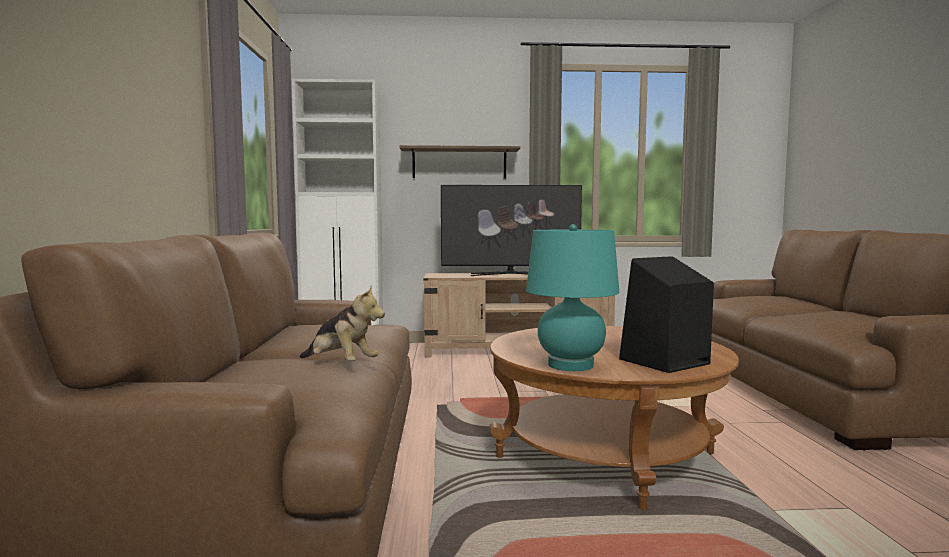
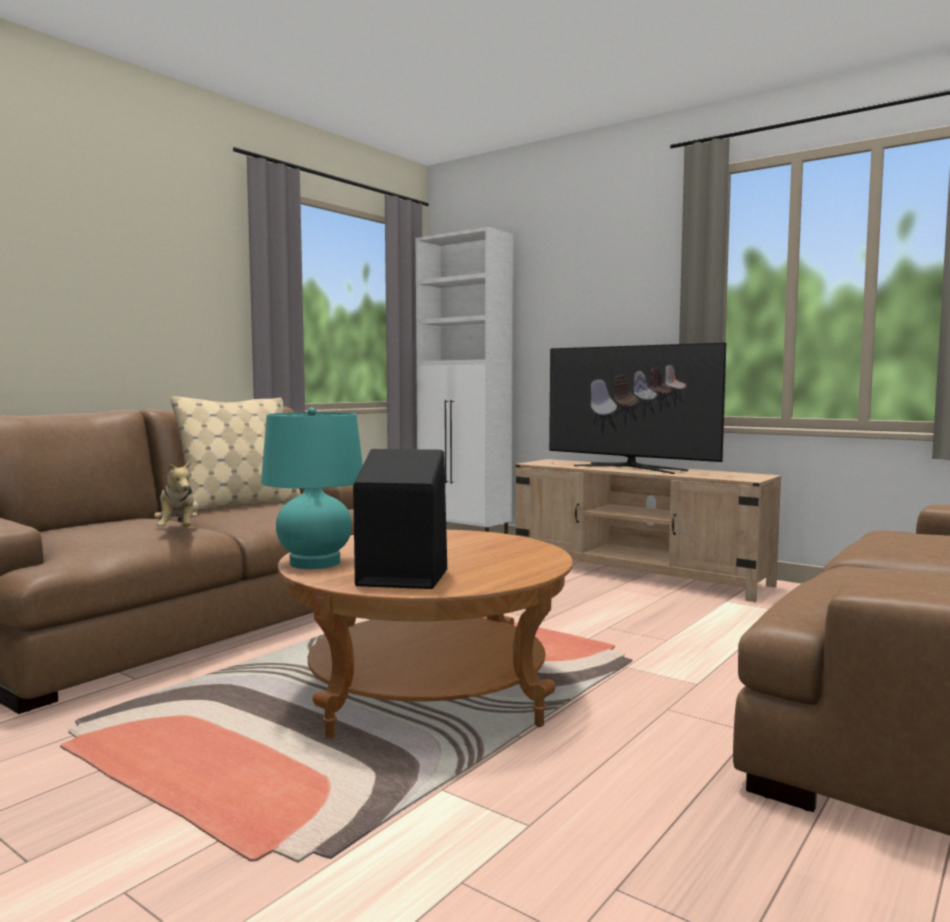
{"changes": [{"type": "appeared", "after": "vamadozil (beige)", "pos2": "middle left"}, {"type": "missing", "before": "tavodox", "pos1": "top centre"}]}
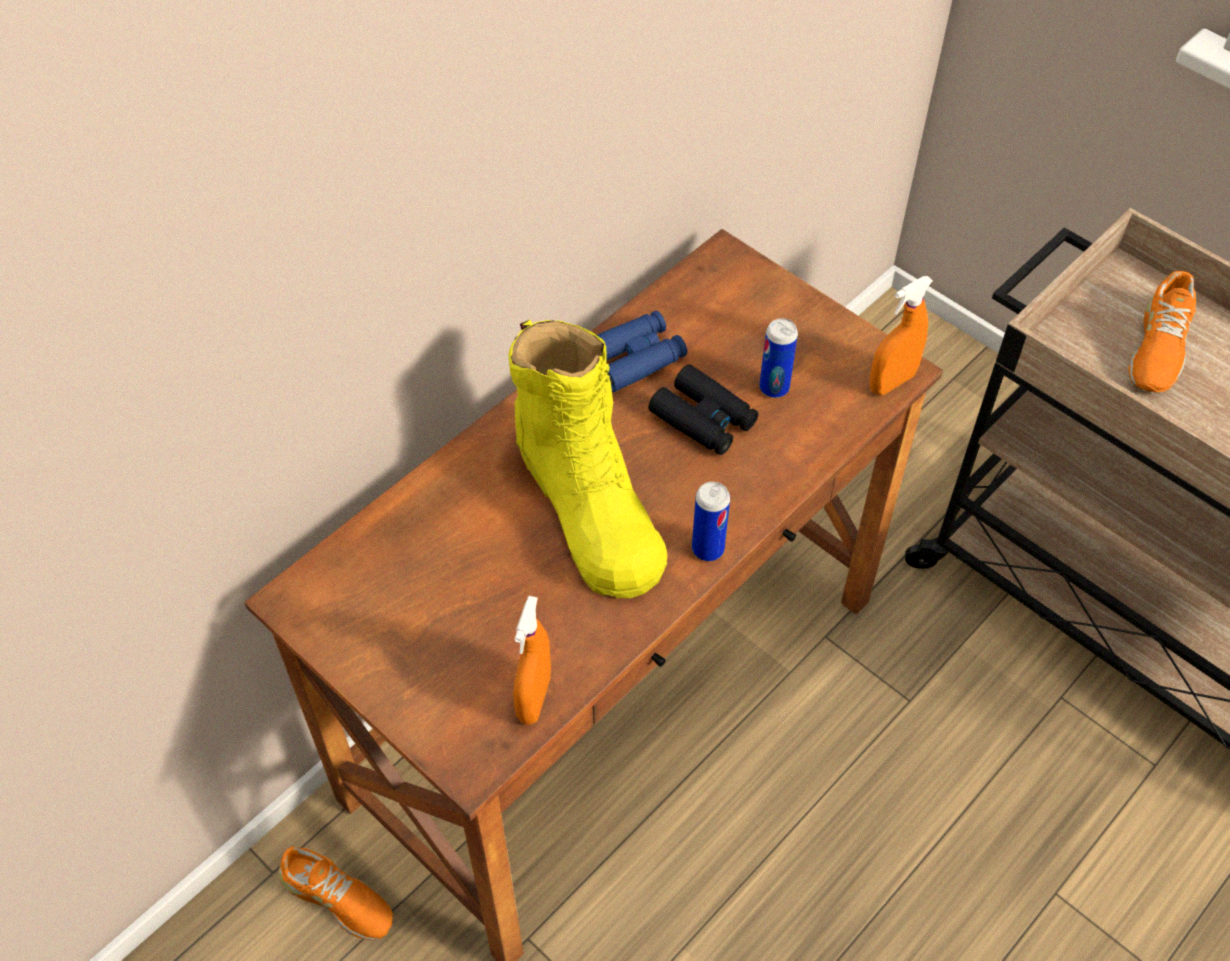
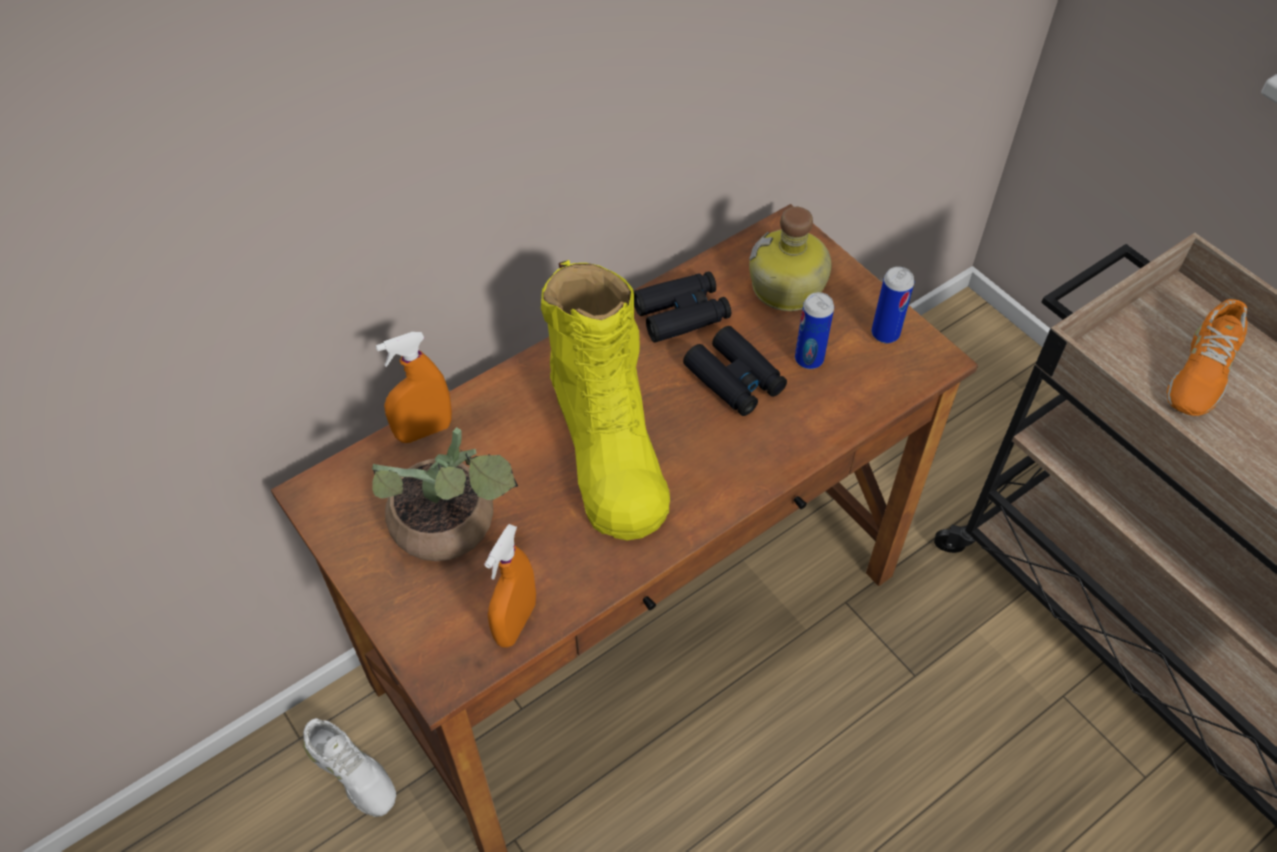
{"changes": [{"type": "colour", "before": "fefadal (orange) (no. 1 from left)", "after": "fefadal (white)", "pos1": "bottom left", "pos2": "bottom left"}, {"type": "appeared", "after": "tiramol", "pos2": "centre"}, {"type": "relocated", "before": "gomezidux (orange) (no. 2 from left in the first image)", "after": "gomezidux (orange) (no. 1 from left)", "pos1": "middle right", "pos2": "middle left"}, {"type": "colour", "before": "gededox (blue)", "after": "gededox (black) (no. 1 from left)", "pos1": "centre", "pos2": "centre"}, {"type": "appeared", "after": "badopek", "pos2": "top centre"}, {"type": "relocated", "before": "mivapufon (no. 1 from left in the first image)", "after": "mivapufon (no. 2 from left)", "pos1": "centre", "pos2": "middle right"}]}
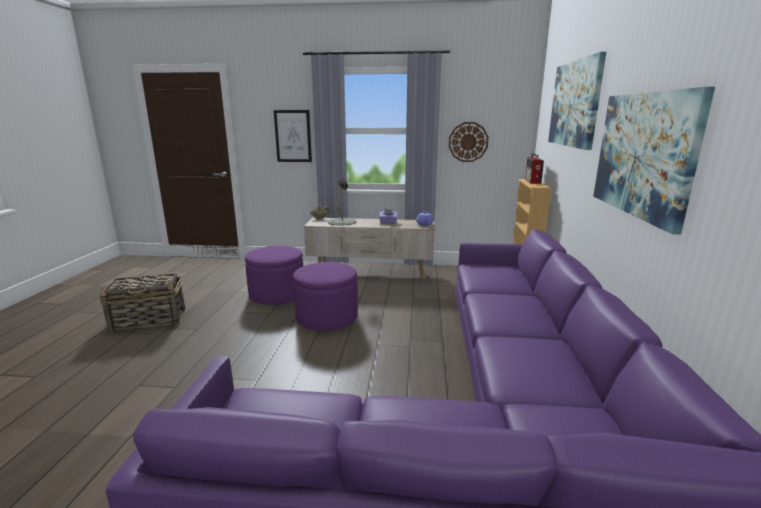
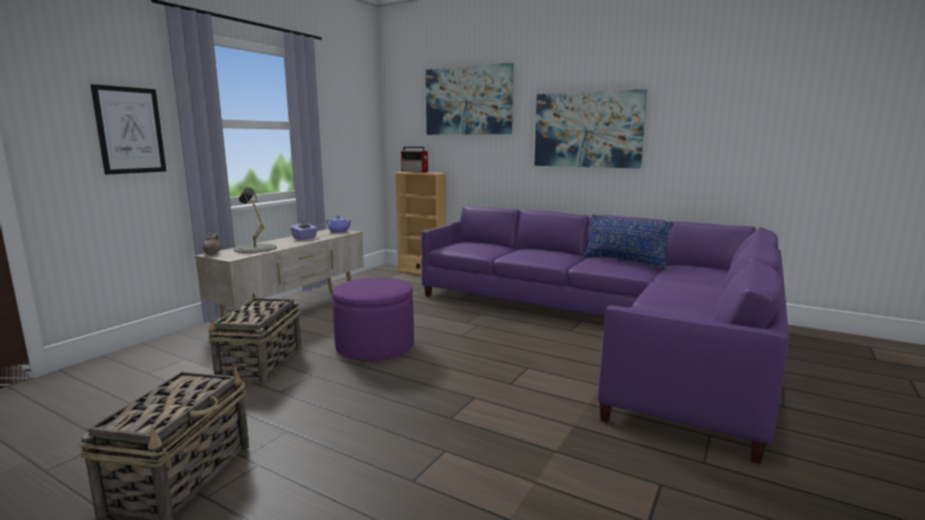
{"changes": [{"type": "exchanged", "before": "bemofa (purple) (no. 1 from left)", "after": "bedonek (no. 2 from left)", "pos1": "centre", "pos2": "middle left"}, {"type": "appeared", "after": "vamadozil (blue)", "pos2": "middle right"}, {"type": "missing", "before": "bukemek", "pos1": "top centre"}]}
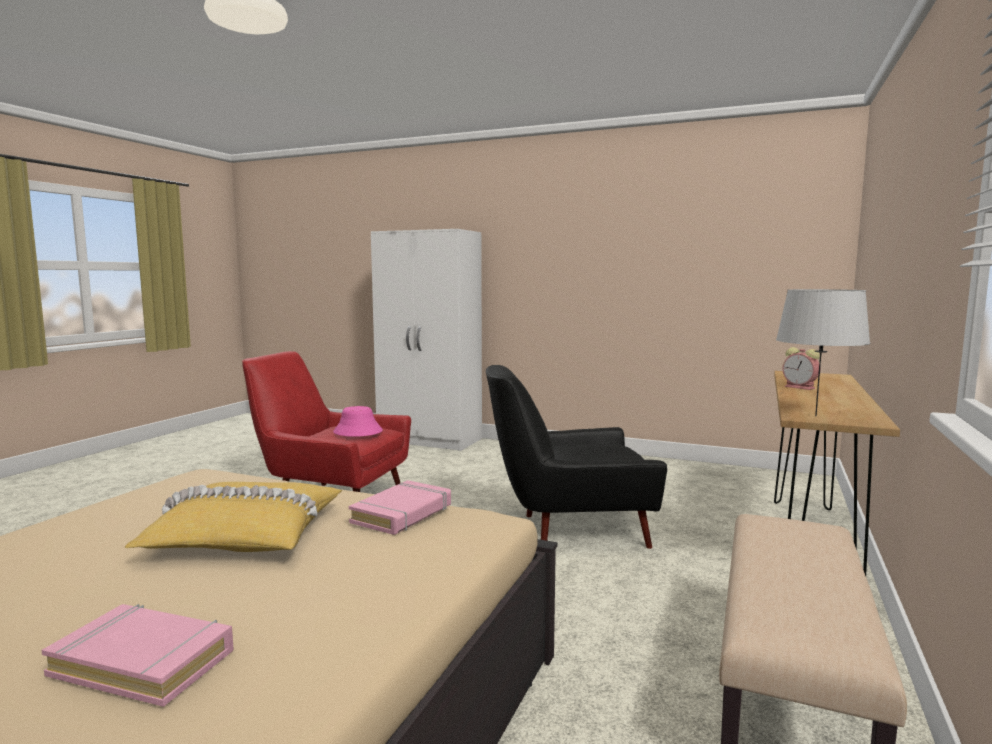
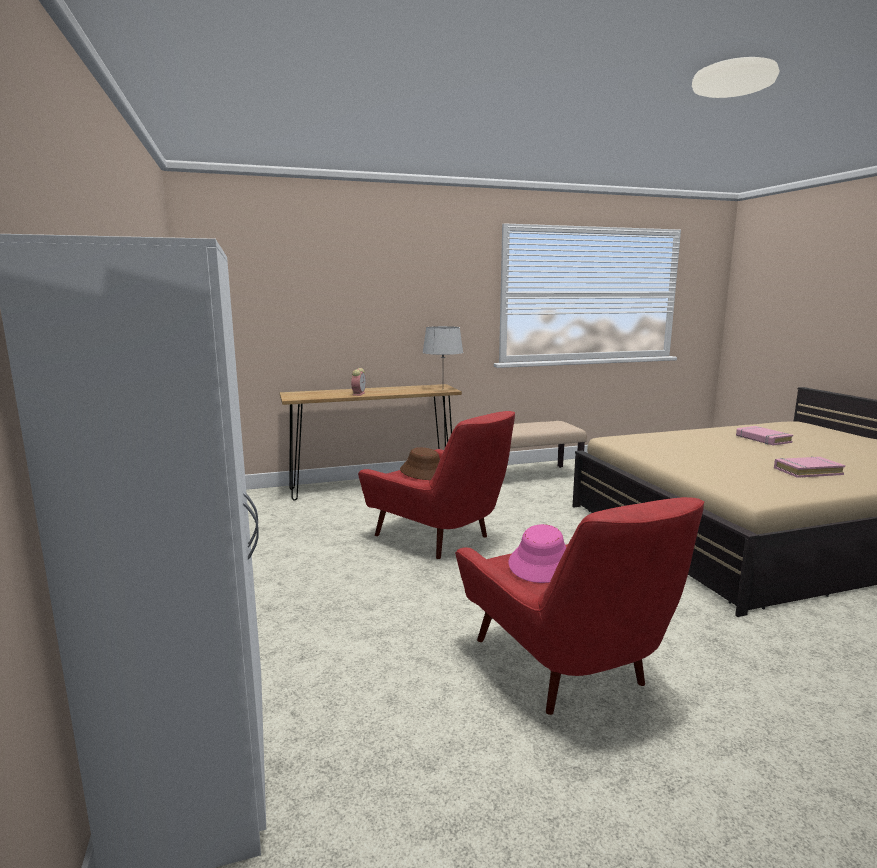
{"changes": [{"type": "colour", "before": "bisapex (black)", "after": "bisapex (red) (no. 1 from left)", "pos1": "centre", "pos2": "centre"}, {"type": "appeared", "after": "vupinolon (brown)", "pos2": "centre"}, {"type": "relocated", "before": "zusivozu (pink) (no. 2 from left)", "pos1": "bottom centre", "pos2": "middle right"}, {"type": "missing", "before": "vamadozil (yellow)", "pos1": "bottom left"}]}
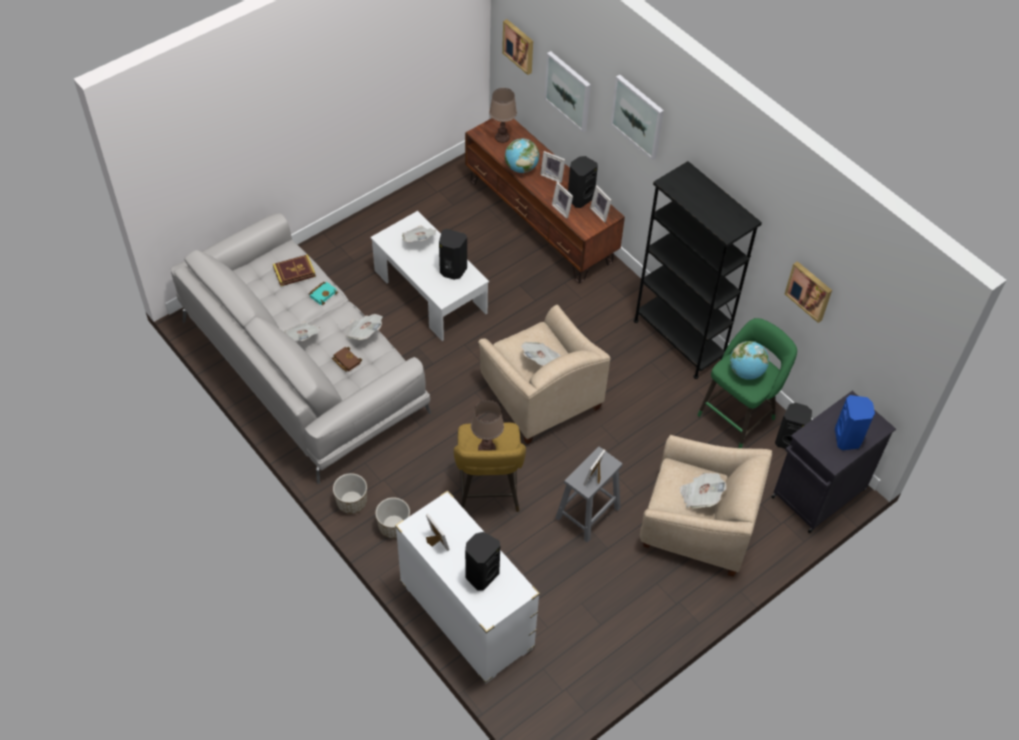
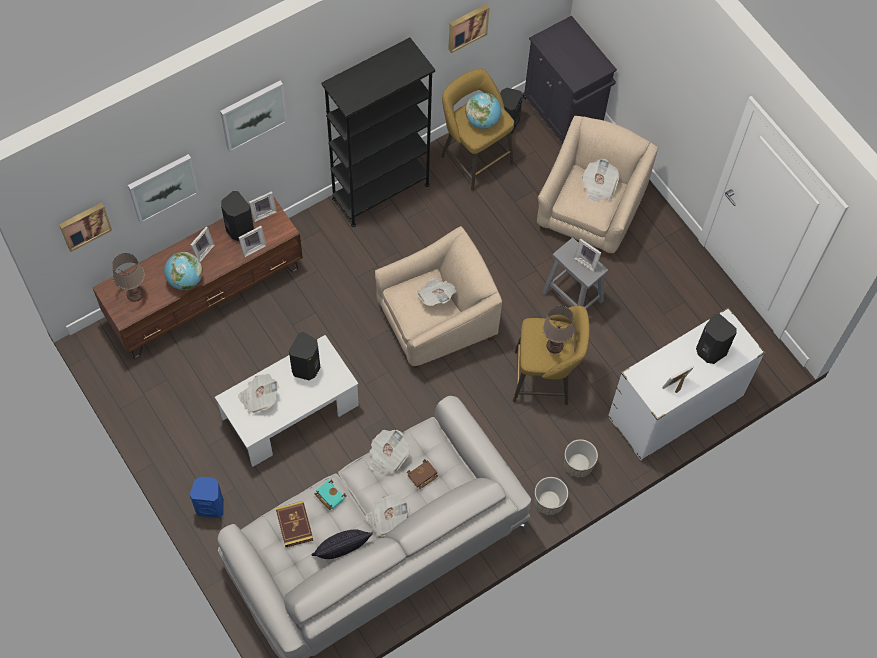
{"changes": [{"type": "relocated", "before": "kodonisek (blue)", "pos1": "middle right", "pos2": "bottom left"}, {"type": "appeared", "after": "vamadozil", "pos2": "bottom centre"}, {"type": "colour", "before": "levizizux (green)", "after": "levizizux (yellow) (no. 1 from left)", "pos1": "middle right", "pos2": "top centre"}]}
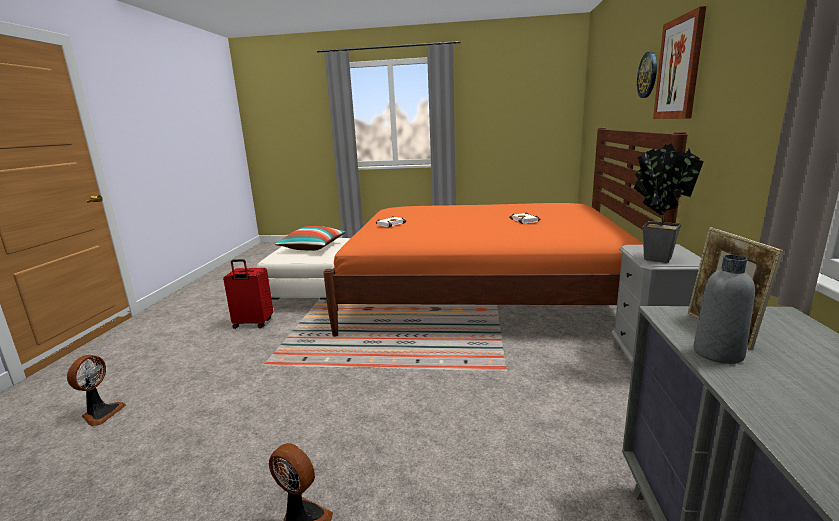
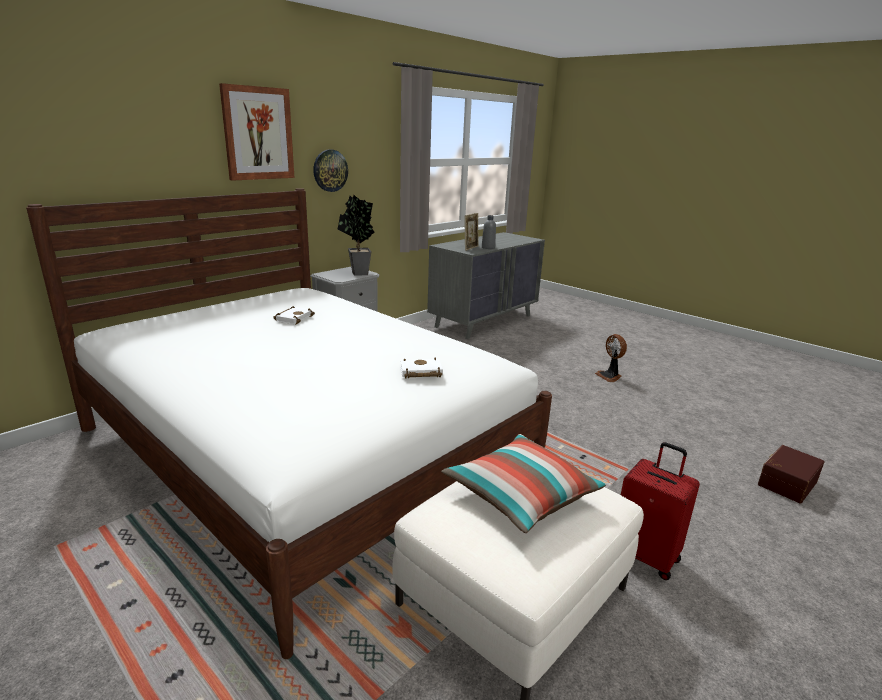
{"changes": [{"type": "colour", "before": "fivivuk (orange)", "after": "fivivuk (white)", "pos1": "centre", "pos2": "middle left"}, {"type": "relocated", "before": "bukemek", "pos1": "top right", "pos2": "top centre"}, {"type": "exchanged", "before": "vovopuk (no. 1 from left)", "after": "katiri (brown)", "pos1": "bottom left", "pos2": "bottom right"}]}
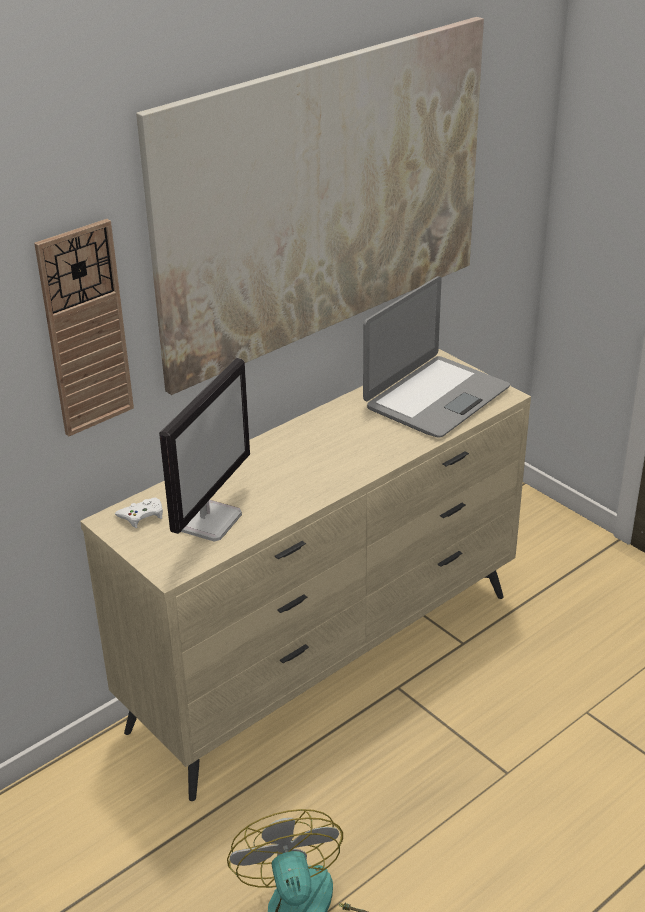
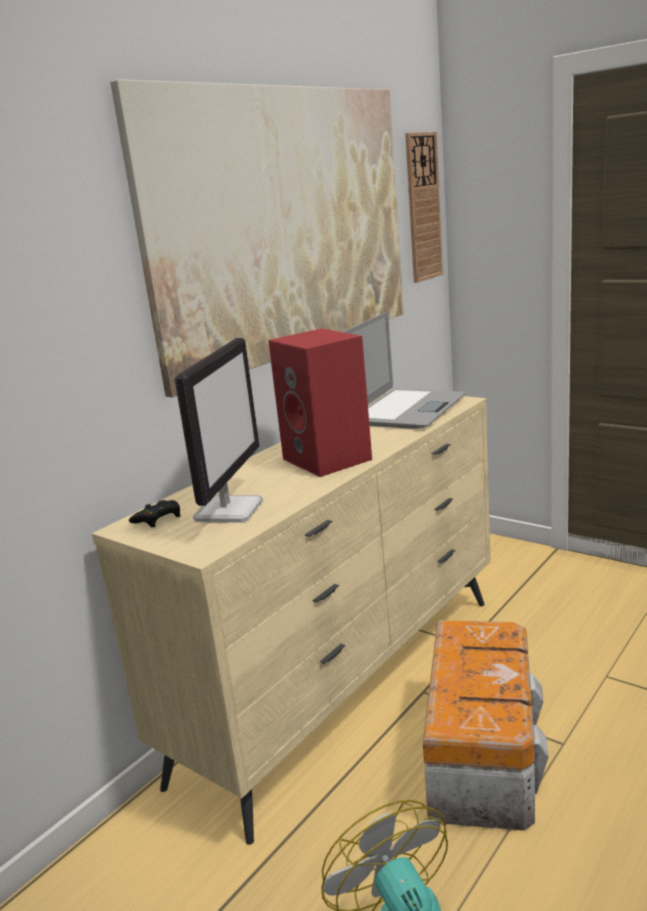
{"changes": [{"type": "colour", "before": "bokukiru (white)", "after": "bokukiru (black)", "pos1": "middle left", "pos2": "middle left"}, {"type": "appeared", "after": "kodonisek (red)", "pos2": "centre"}, {"type": "relocated", "before": "bukemek", "pos1": "middle left", "pos2": "top centre"}, {"type": "appeared", "after": "katiri", "pos2": "bottom right"}]}
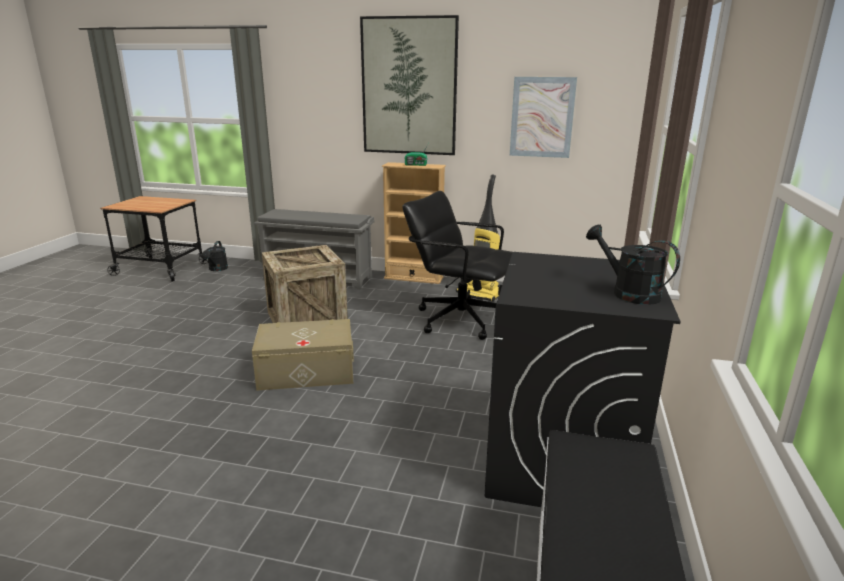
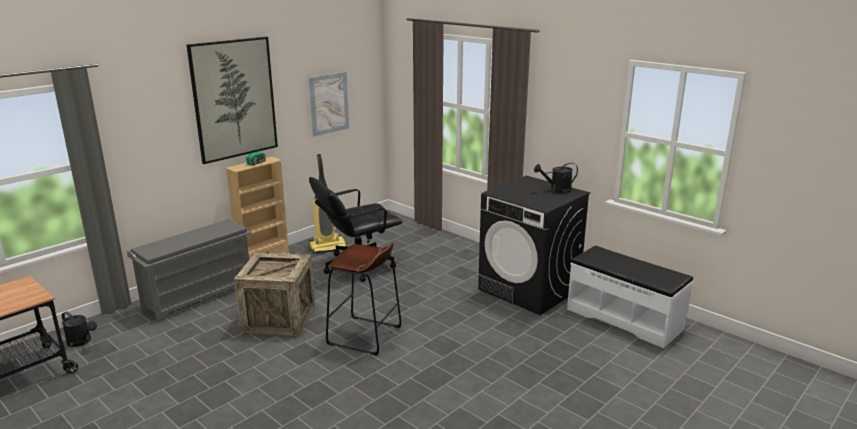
{"changes": [{"type": "exchanged", "before": "katiri (beige)", "after": "levizizux (brown)", "pos1": "centre", "pos2": "bottom centre"}]}
